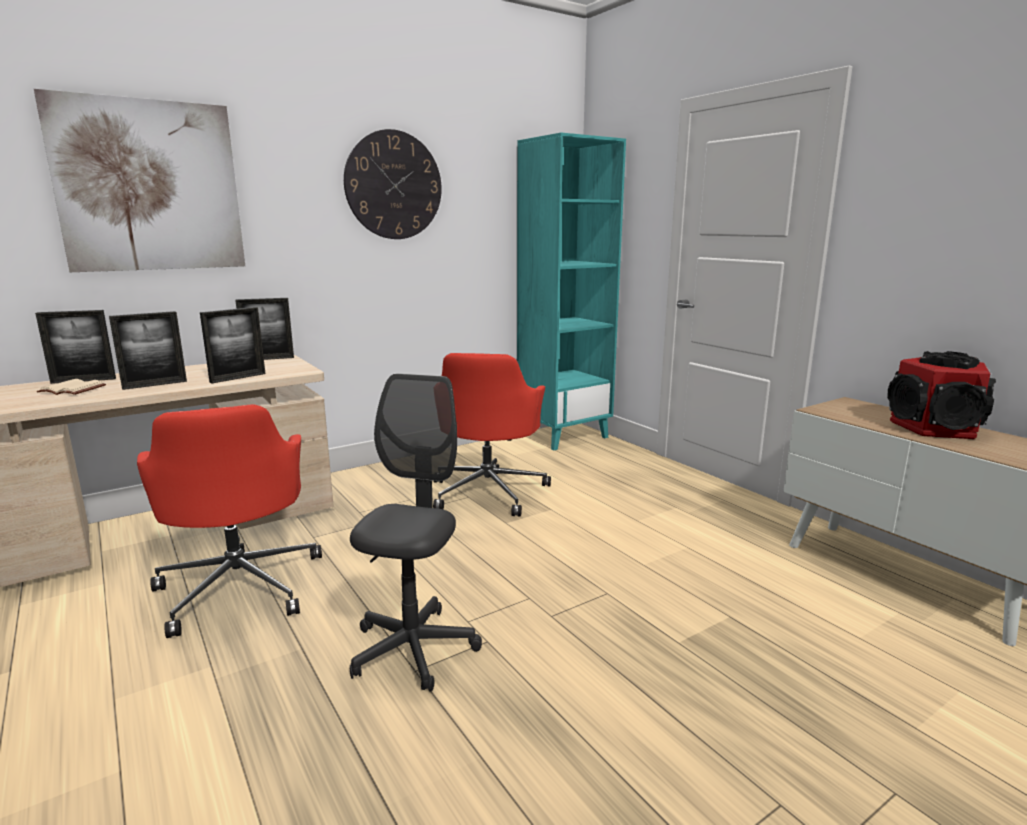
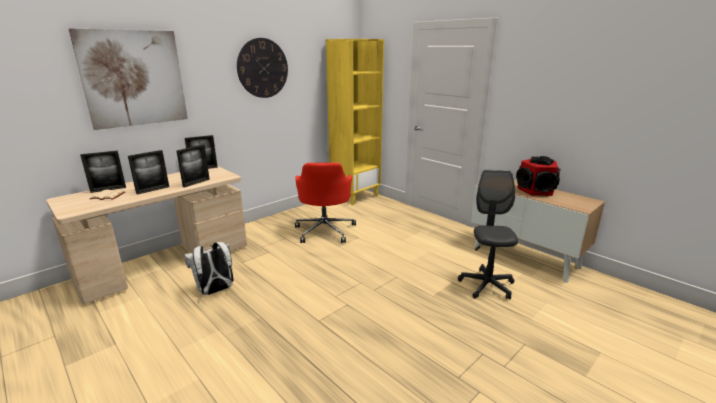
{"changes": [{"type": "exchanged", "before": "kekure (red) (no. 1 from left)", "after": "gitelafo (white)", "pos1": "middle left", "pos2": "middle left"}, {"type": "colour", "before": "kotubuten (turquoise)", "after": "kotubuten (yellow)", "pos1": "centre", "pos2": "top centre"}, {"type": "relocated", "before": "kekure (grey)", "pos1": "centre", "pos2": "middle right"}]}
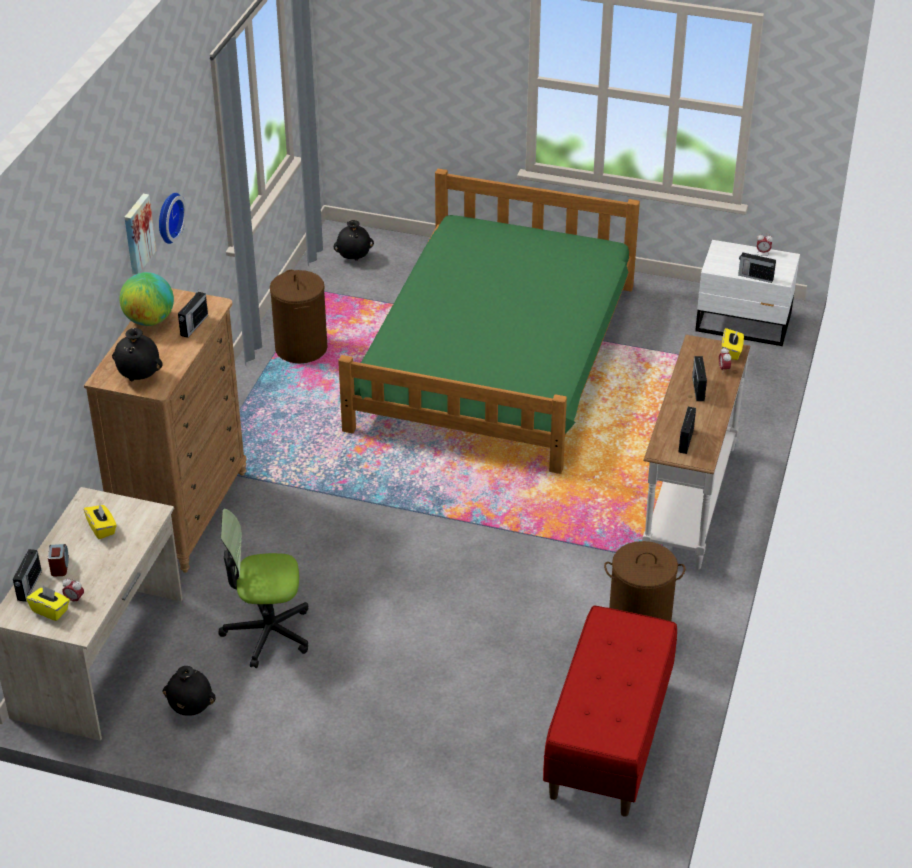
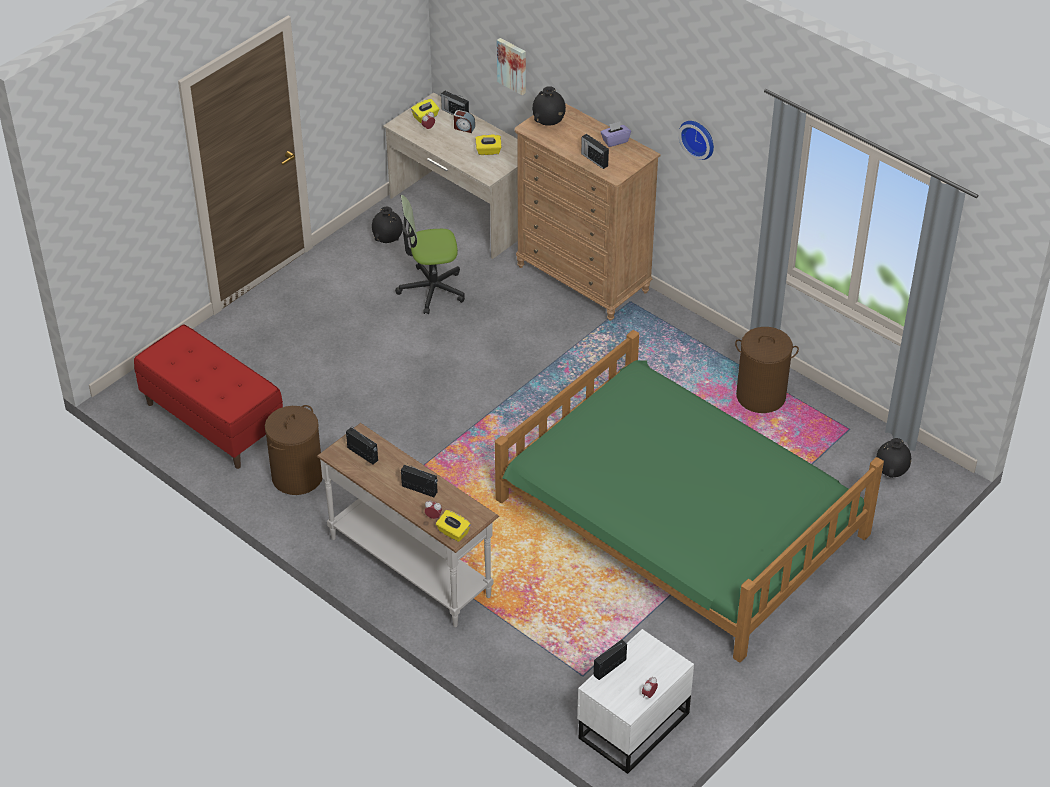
{"changes": [{"type": "spun", "before": "kekure", "pos1": "bottom left", "pos2": "top centre", "turn": -120}, {"type": "relocated", "before": "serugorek", "pos1": "top left", "pos2": "top centre"}, {"type": "exchanged", "before": "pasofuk", "after": "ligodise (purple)", "pos1": "middle left", "pos2": "top centre"}]}
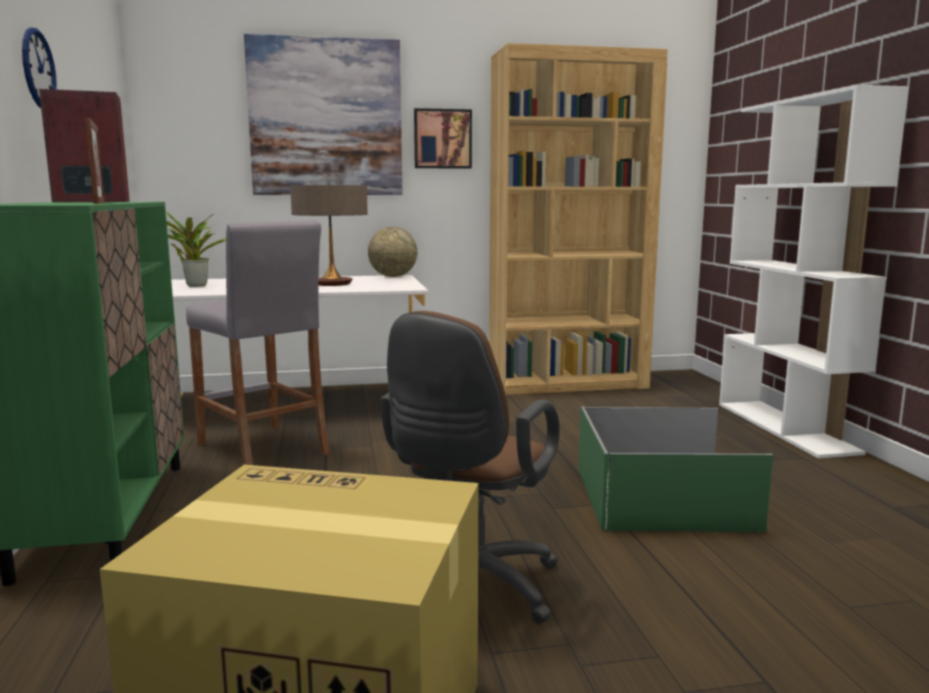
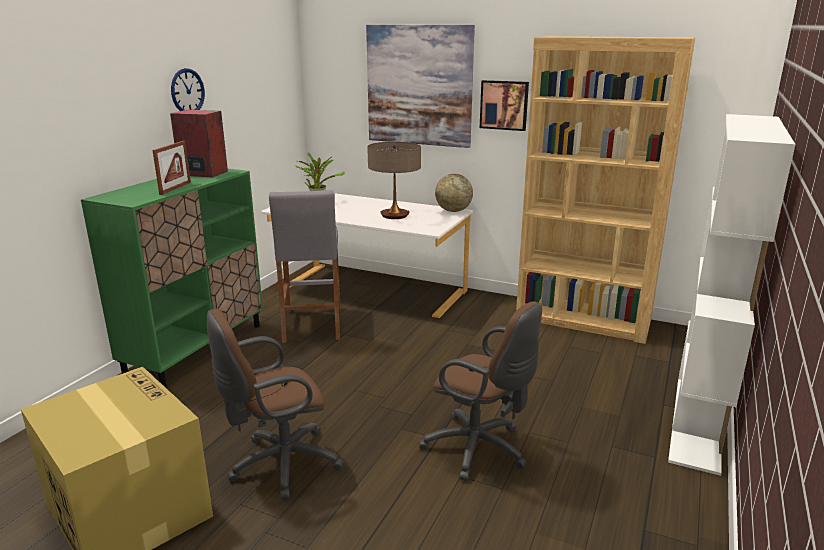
{"changes": [{"type": "exchanged", "before": "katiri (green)", "after": "kekure (brown) (no. 2 from left)", "pos1": "bottom right", "pos2": "bottom centre"}]}
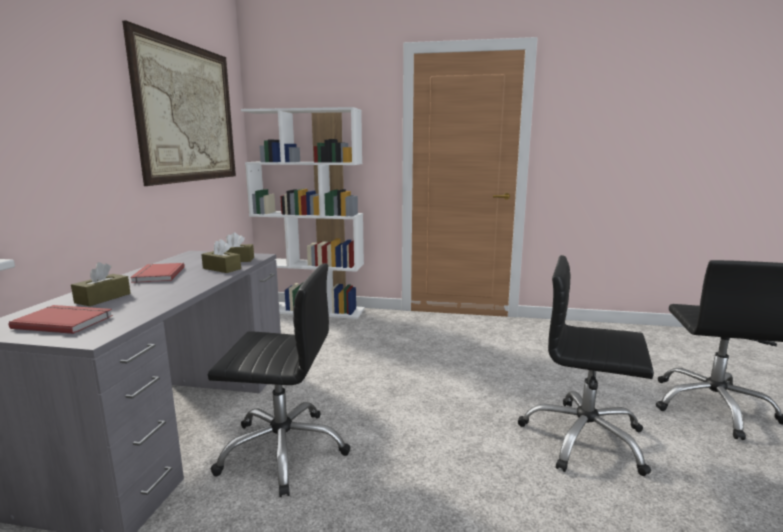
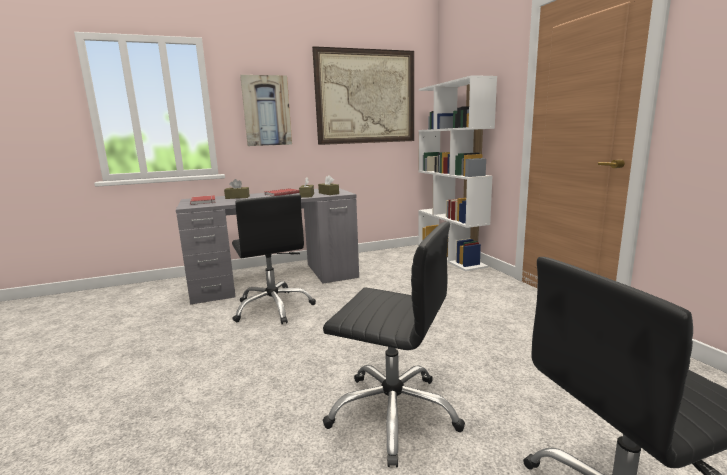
{"changes": [{"type": "appeared", "after": "serugorek (no. 1 from left)", "pos2": "top centre"}, {"type": "spun", "before": "kekure (black) (no. 2 from left)", "pos1": "bottom right", "pos2": "bottom centre", "turn": 120}]}
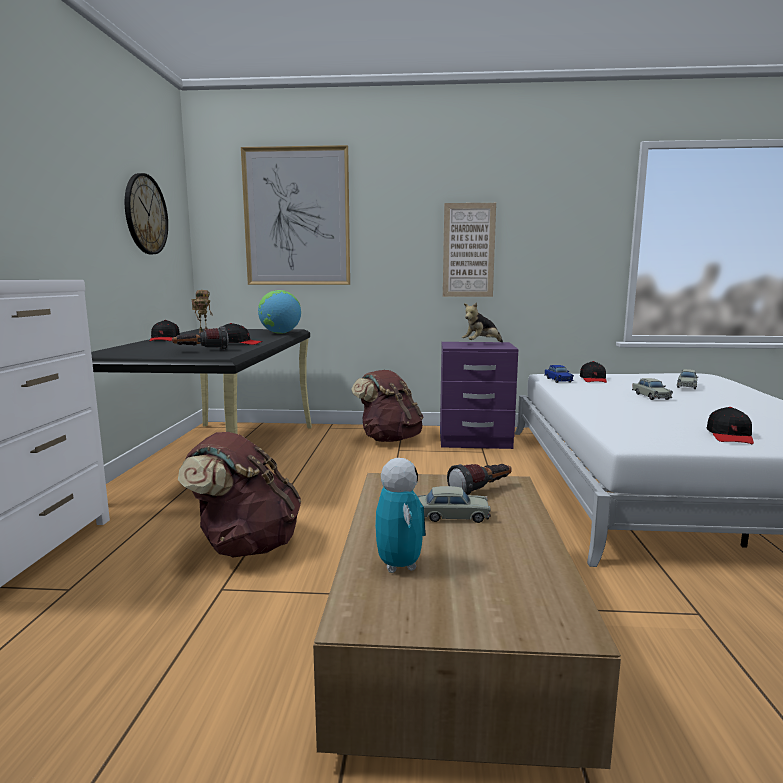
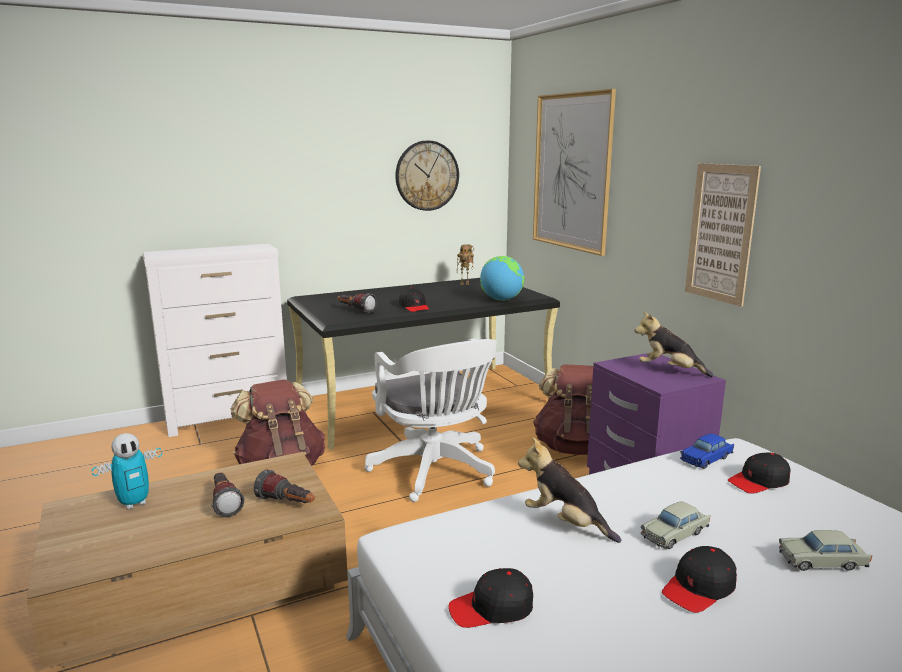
{"changes": [{"type": "exchanged", "before": "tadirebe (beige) (no. 1 from left)", "after": "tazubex (no. 1 from left)", "pos1": "centre", "pos2": "bottom left"}, {"type": "appeared", "after": "kekure (white)", "pos2": "centre"}, {"type": "appeared", "after": "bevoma (no. 1 from left)", "pos2": "bottom centre"}, {"type": "relocated", "before": "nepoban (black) (no. 1 from left in the first image)", "after": "nepoban (black) (no. 3 from left)", "pos1": "middle left", "pos2": "bottom right"}]}
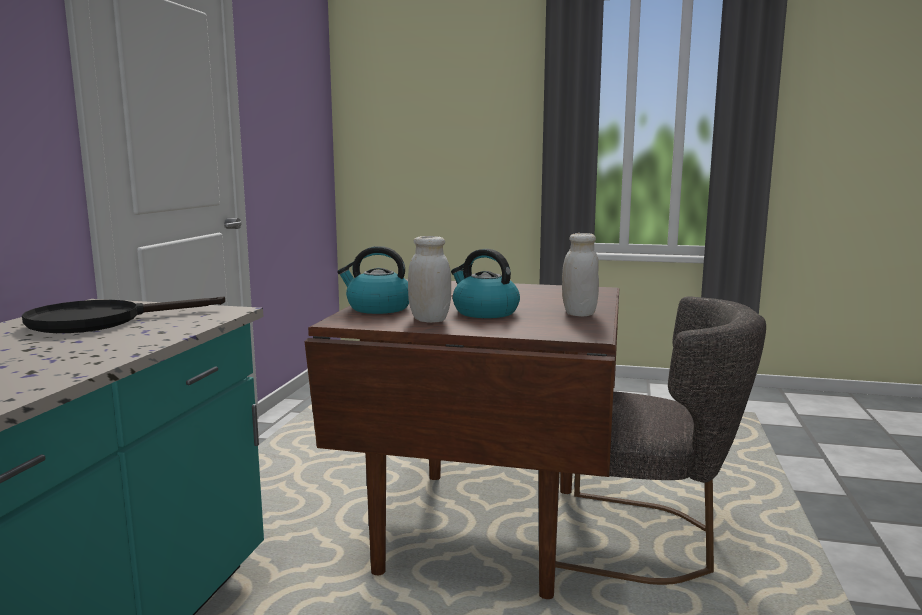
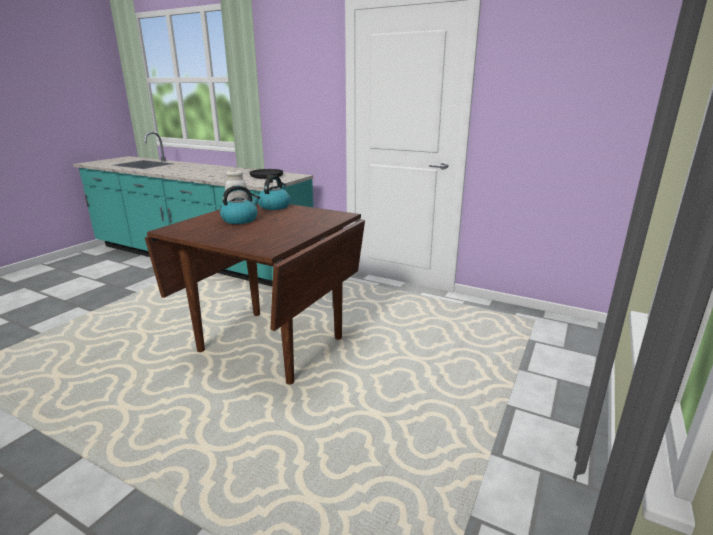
{"changes": [{"type": "missing", "before": "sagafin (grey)", "pos1": "bottom right"}, {"type": "missing", "before": "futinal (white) (no. 2 from left)", "pos1": "centre"}]}
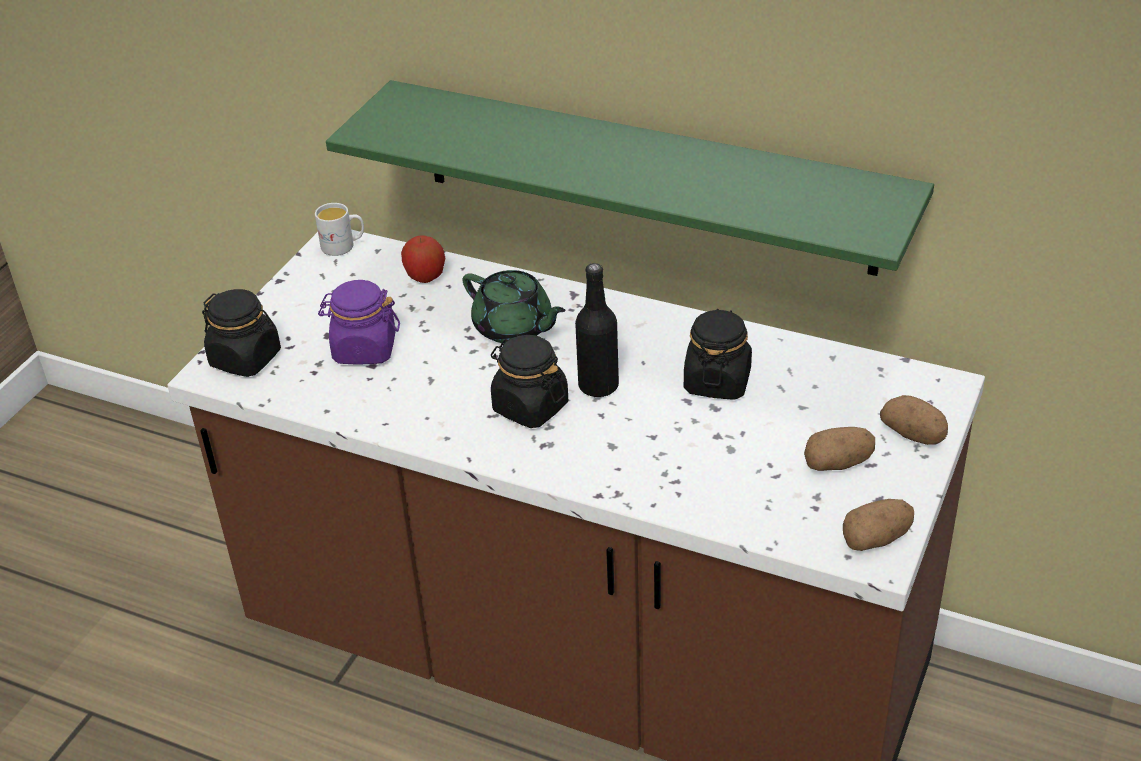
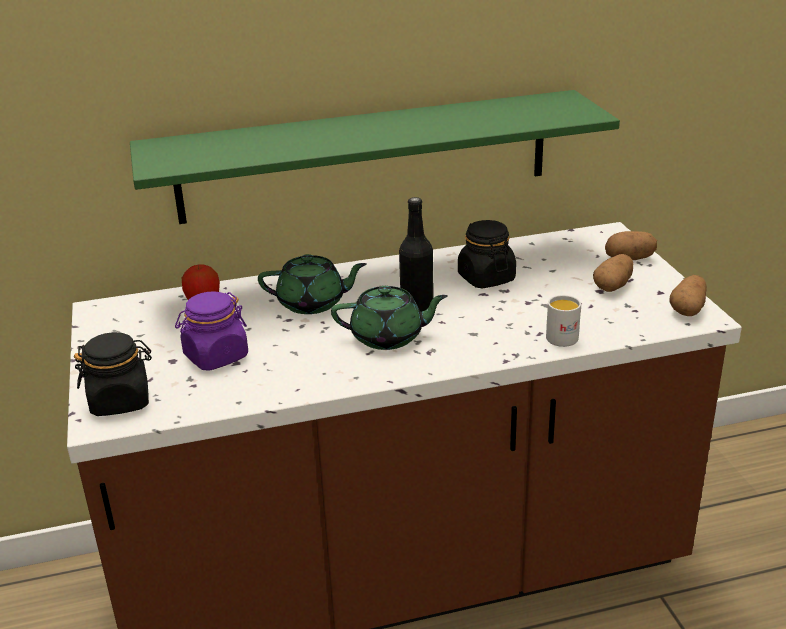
{"changes": [{"type": "exchanged", "before": "futinal (black) (no. 2 from left)", "after": "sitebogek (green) (no. 2 from left)", "pos1": "centre", "pos2": "centre"}, {"type": "relocated", "before": "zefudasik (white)", "pos1": "top left", "pos2": "middle right"}]}
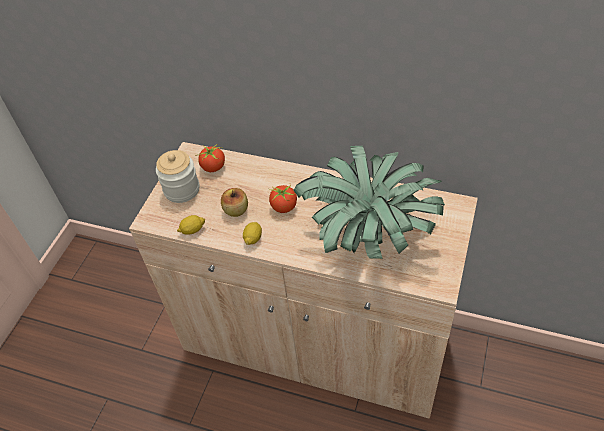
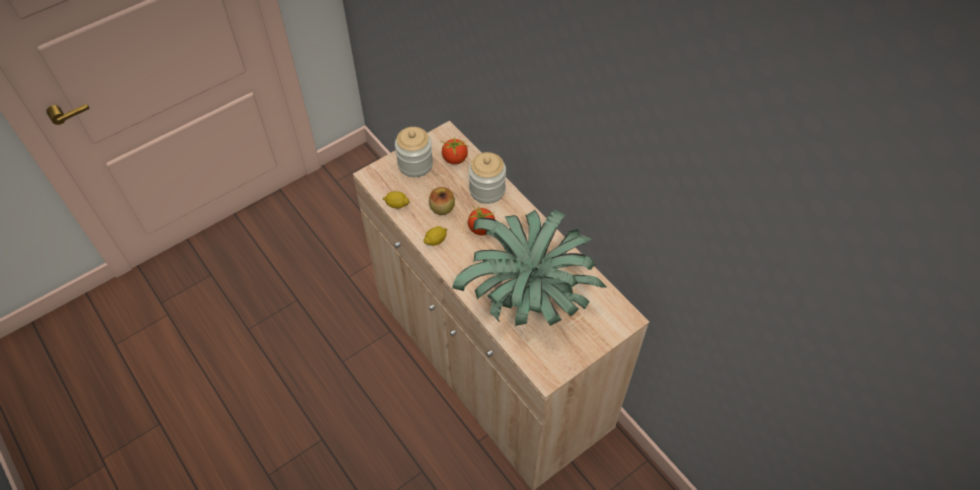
{"changes": [{"type": "appeared", "after": "futinal (no. 2 from left)", "pos2": "centre"}]}
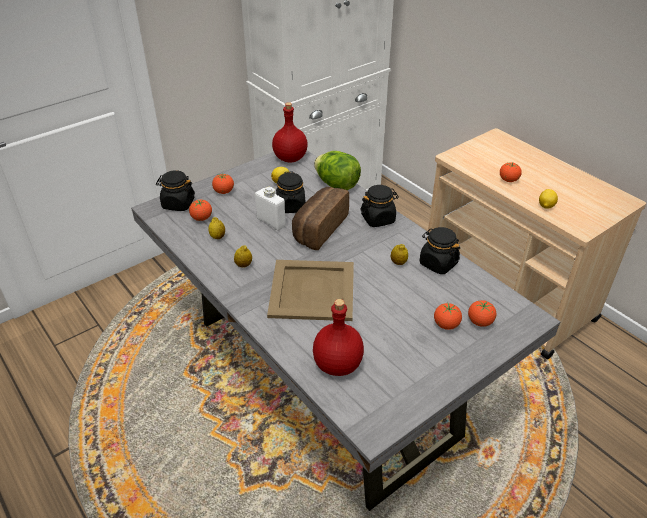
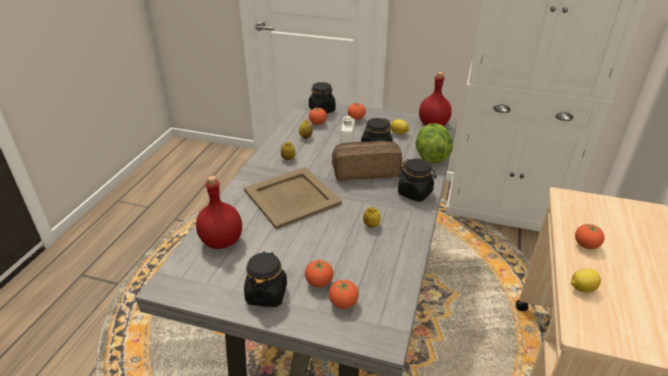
{"changes": [{"type": "relocated", "before": "futinal (black) (no. 4 from left in the first image)", "after": "futinal (black) (no. 1 from left)", "pos1": "middle right", "pos2": "bottom centre"}]}
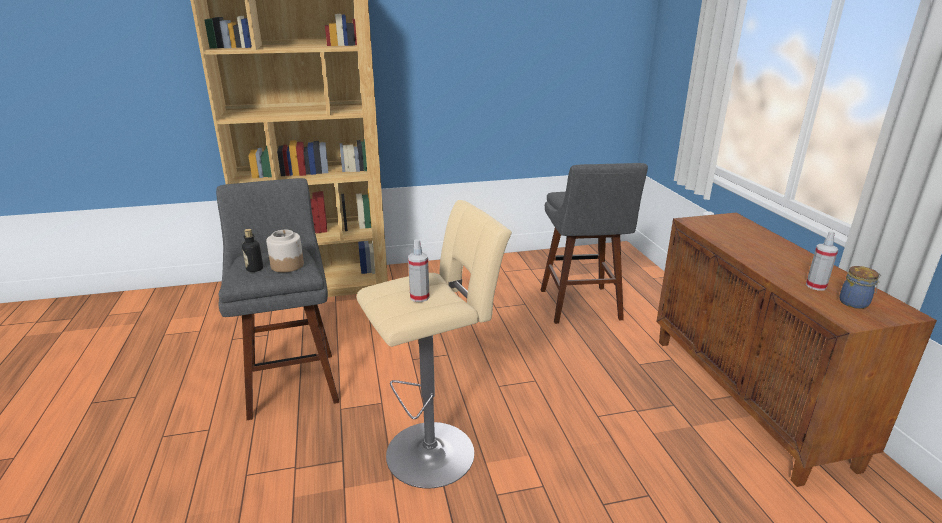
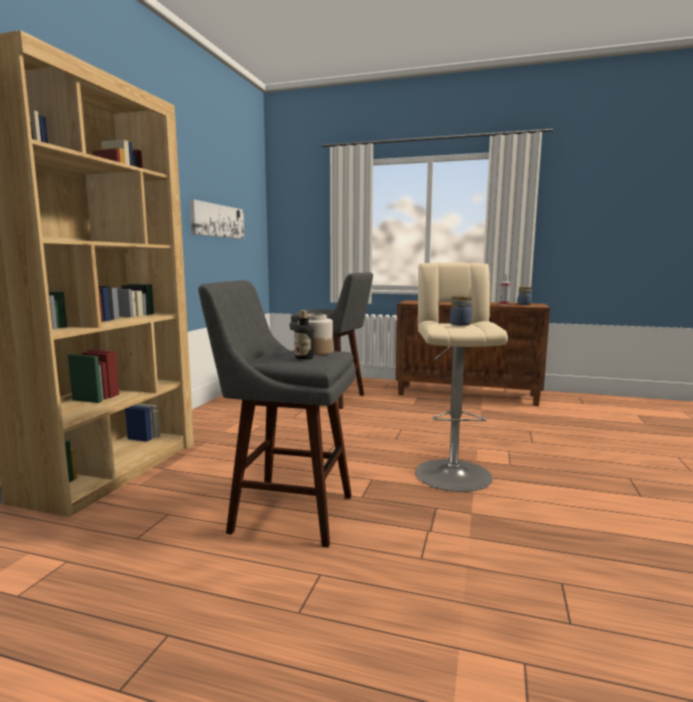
{"changes": [{"type": "appeared", "after": "serugorek", "pos2": "top left"}, {"type": "exchanged", "before": "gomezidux (no. 1 from left)", "after": "futinal (no. 2 from left)", "pos1": "centre", "pos2": "centre"}]}
